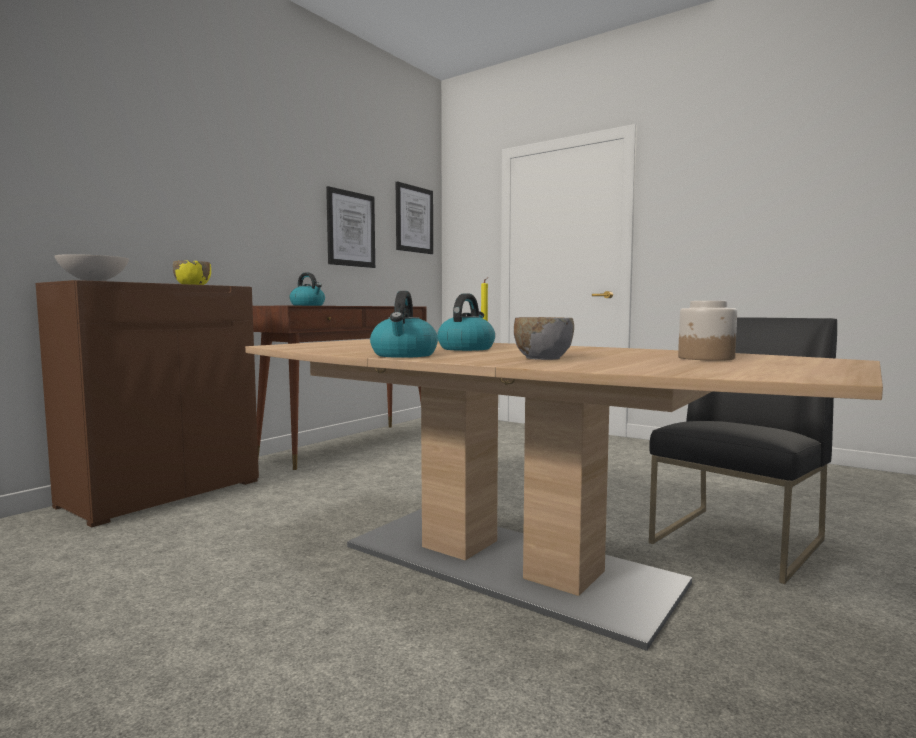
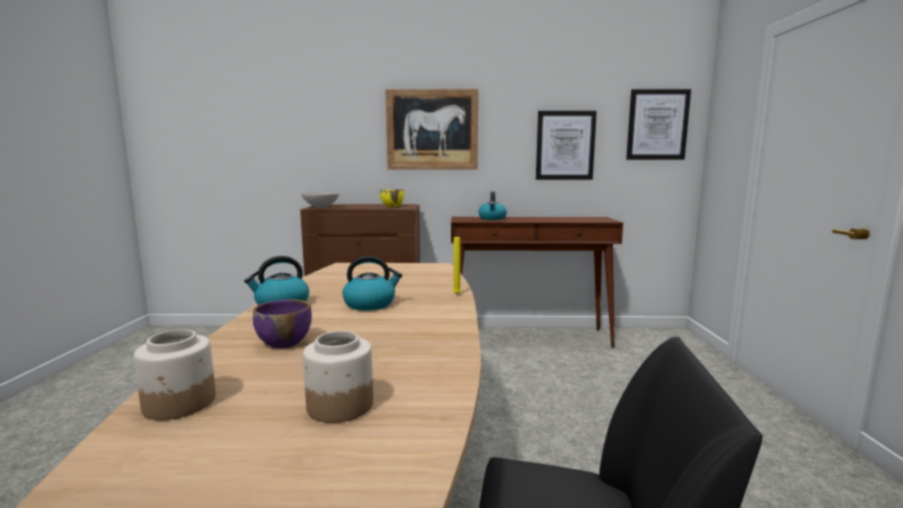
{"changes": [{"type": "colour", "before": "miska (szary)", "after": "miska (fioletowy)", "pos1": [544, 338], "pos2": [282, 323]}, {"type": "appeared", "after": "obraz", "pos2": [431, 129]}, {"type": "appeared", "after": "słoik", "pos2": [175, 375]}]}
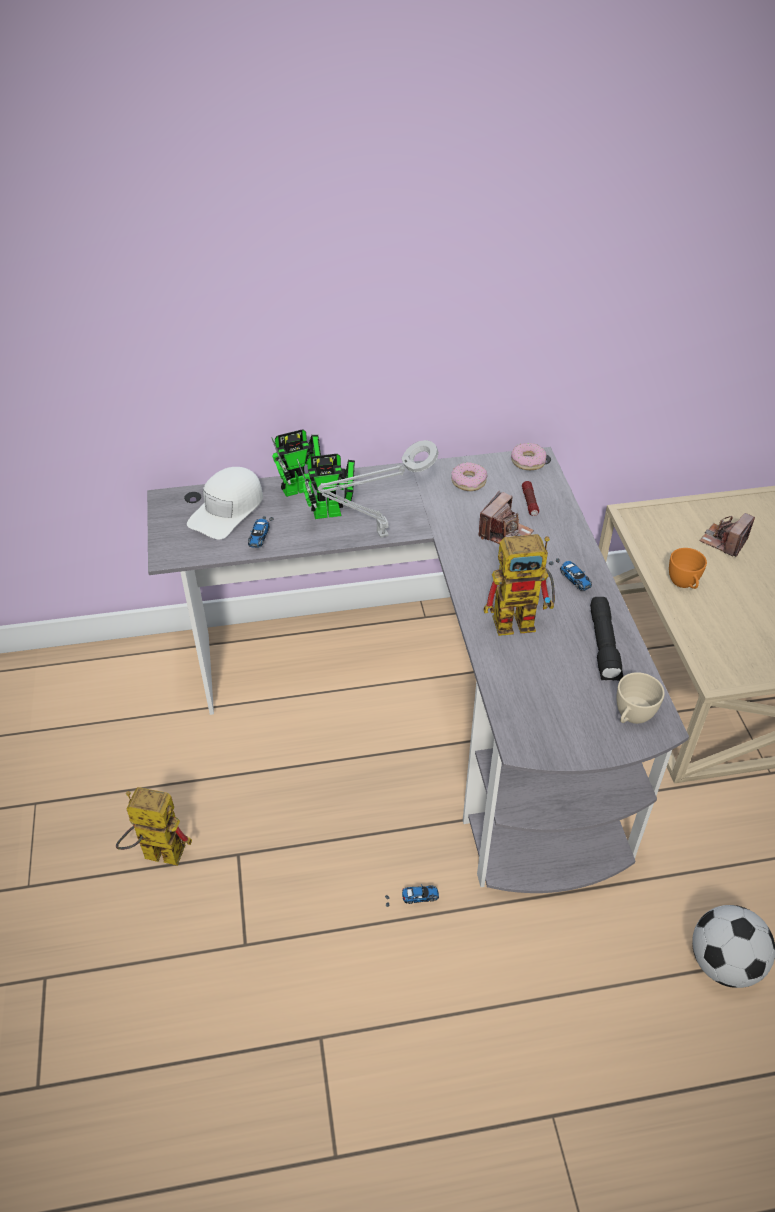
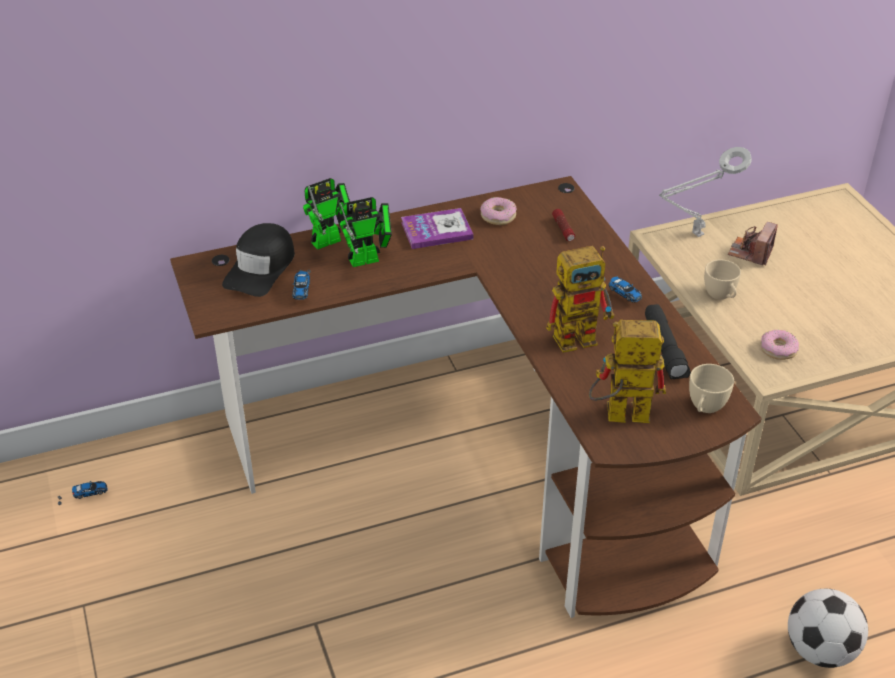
{"changes": [{"type": "relocated", "before": "lampa stołowa (szary)", "pos1": [378, 489], "pos2": [705, 192]}, {"type": "relocated", "before": "donut", "pos1": [528, 456], "pos2": [780, 345]}, {"type": "colour", "before": "biurko (szary)", "after": "biurko (brązowy)", "pos1": [418, 670], "pos2": [466, 397]}, {"type": "colour", "before": "czapka z daszkiem (biały)", "after": "czapka z daszkiem (czarny)", "pos1": [225, 503], "pos2": [258, 260]}, {"type": "missing", "before": "aparat fotograficzny", "pos1": [506, 517]}, {"type": "colour", "before": "filiżanka (pomarańczowy)", "after": "filiżanka (beżowy)", "pos1": [688, 568], "pos2": [722, 279]}, {"type": "relocated", "before": "robot zabawkowy", "pos1": [154, 826], "pos2": [627, 371]}, {"type": "relocated", "before": "samochodzik", "pos1": [412, 896], "pos2": [82, 493]}, {"type": "appeared", "after": "książka", "pos2": [437, 228]}]}
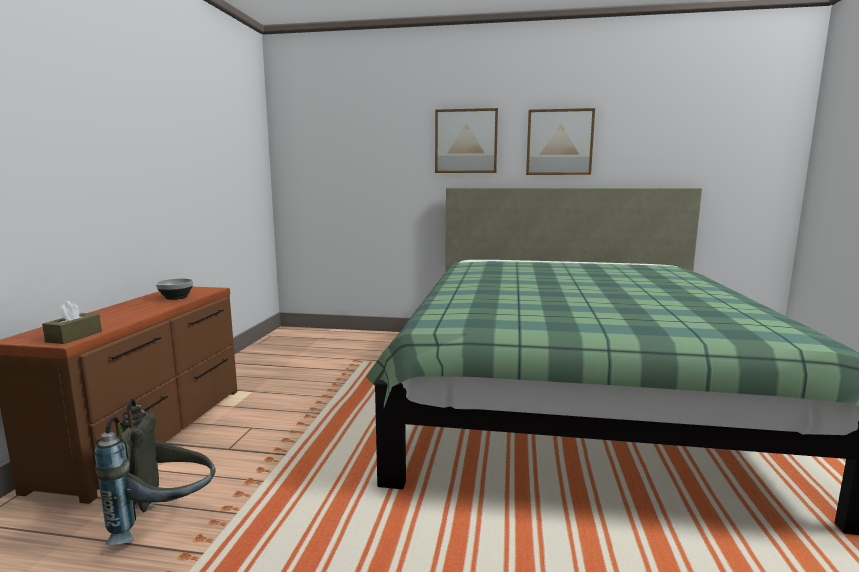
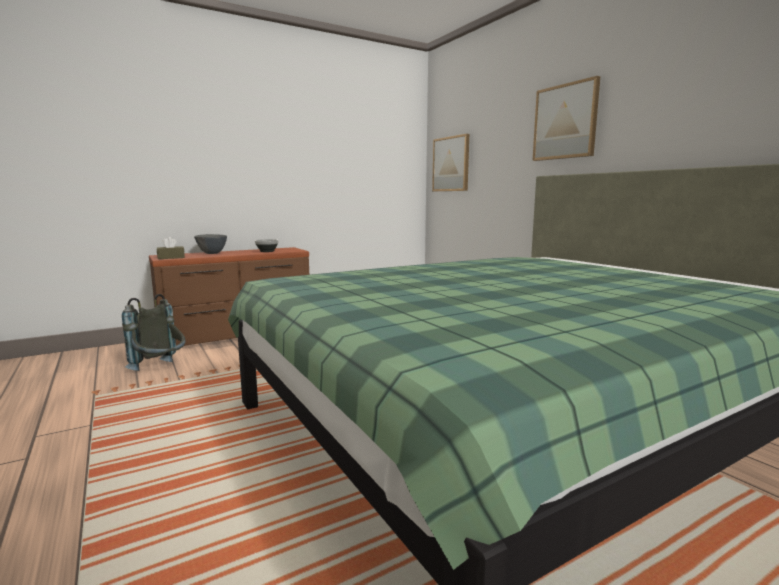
{"changes": [{"type": "relocated", "before": "obraz", "pos1": [560, 141], "pos2": [450, 162]}, {"type": "appeared", "after": "miska (szary)", "pos2": [210, 244]}]}
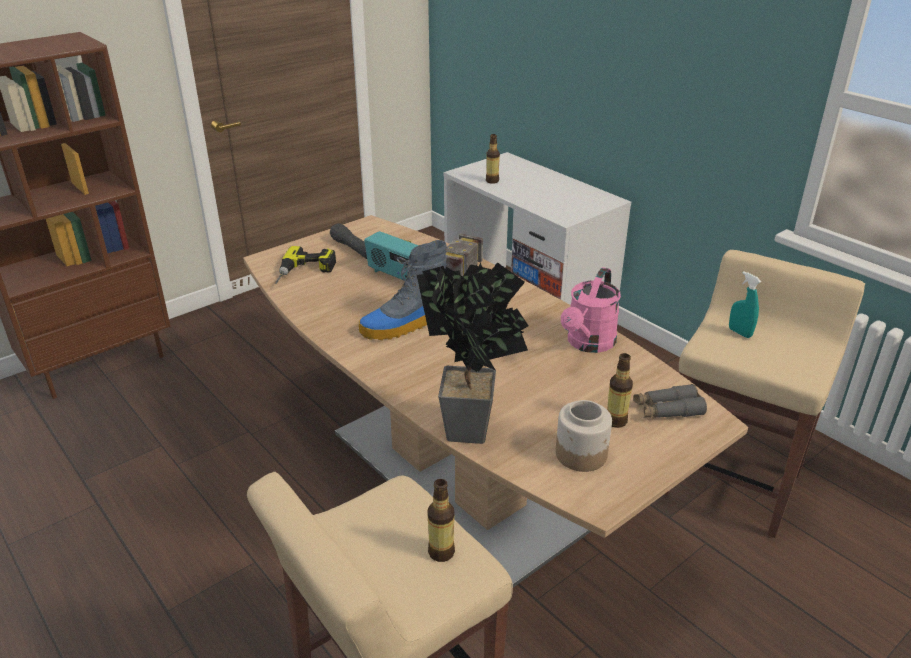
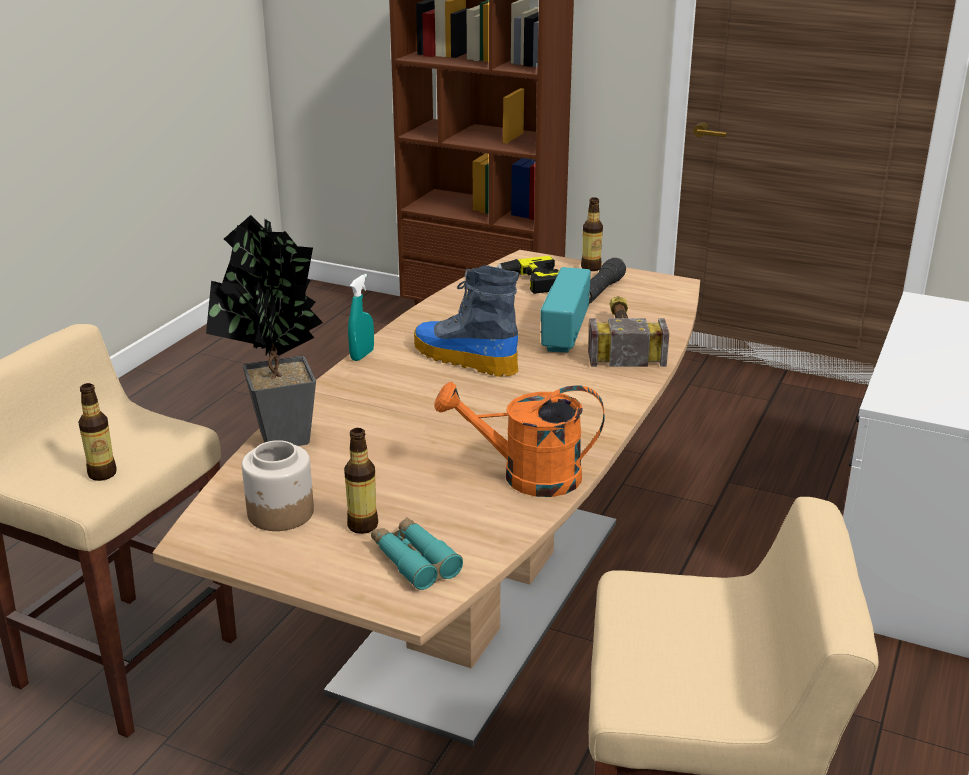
{"changes": [{"type": "relocated", "before": "butelka", "pos1": [493, 159], "pos2": [592, 234]}, {"type": "colour", "before": "konewka (różowy)", "after": "konewka (pomarańczowy)", "pos1": [591, 310], "pos2": [519, 439]}, {"type": "relocated", "before": "spryskiwacz (turkusowy)", "pos1": [745, 305], "pos2": [361, 317]}, {"type": "colour", "before": "lornetka (szary)", "after": "lornetka (turkusowy)", "pos1": [670, 401], "pos2": [417, 553]}]}
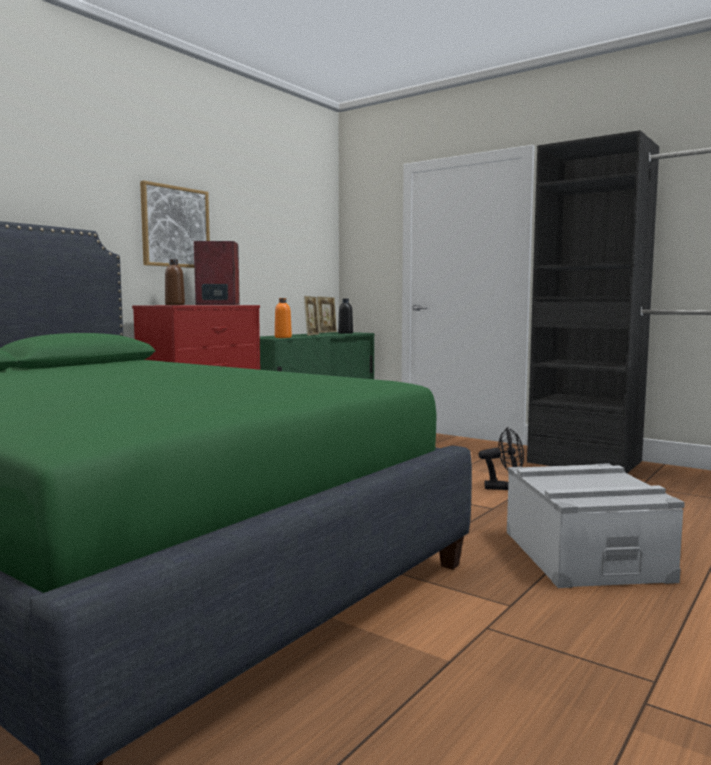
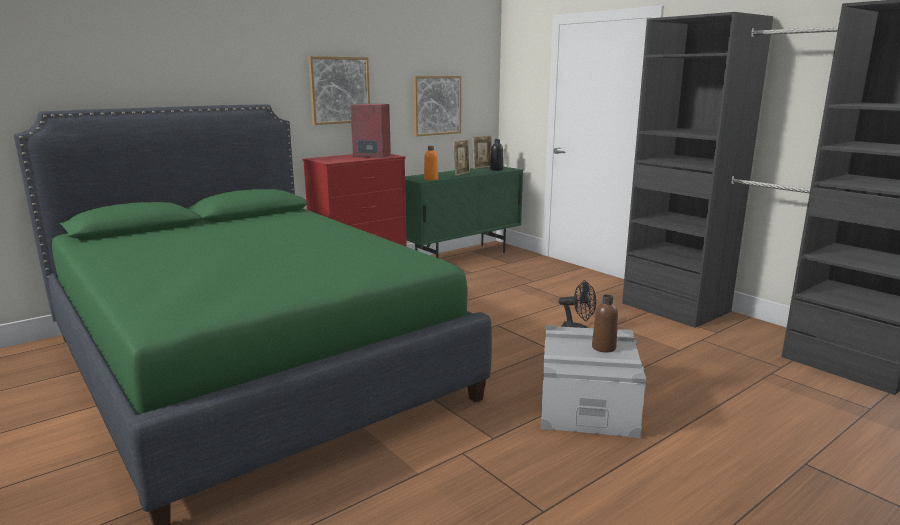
{"changes": [{"type": "relocated", "before": "butelka (brązowy)", "pos1": [175, 282], "pos2": [605, 323]}, {"type": "appeared", "after": "obraz", "pos2": [437, 106]}]}
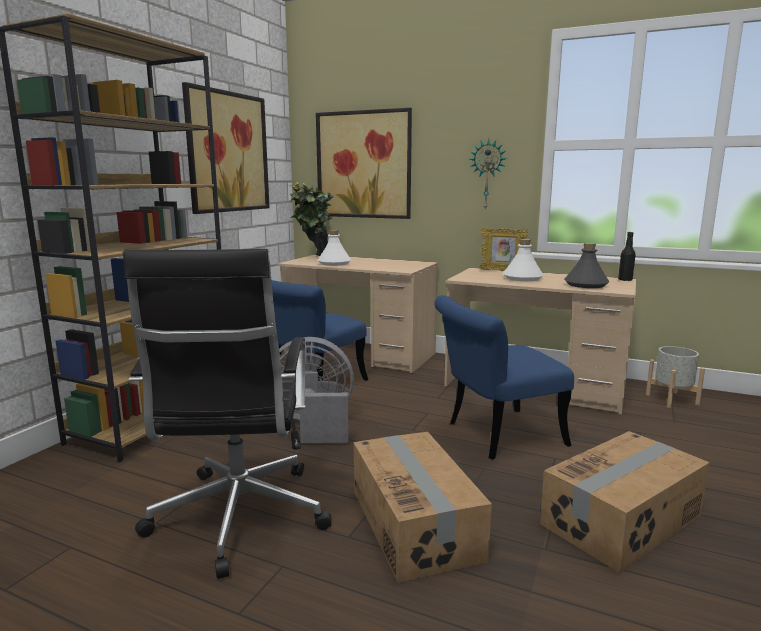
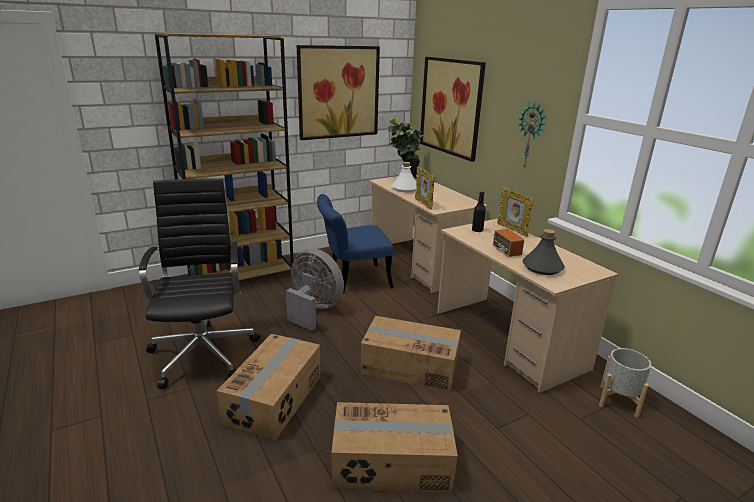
{"changes": [{"type": "relocated", "before": "butelka (czarny)", "pos1": [627, 256], "pos2": [479, 211]}, {"type": "exchanged", "before": "butelka (biały)", "after": "radio", "pos1": [523, 260], "pos2": [507, 243]}, {"type": "spun", "before": "krzesło biurowe (czarny)", "pos1": [227, 414], "pos2": [199, 283], "turn": 135}, {"type": "exchanged", "before": "krzesło (niebieski)", "after": "karton", "pos1": [504, 377], "pos2": [411, 354]}, {"type": "appeared", "after": "ramka na zdjęcie", "pos2": [425, 188]}]}
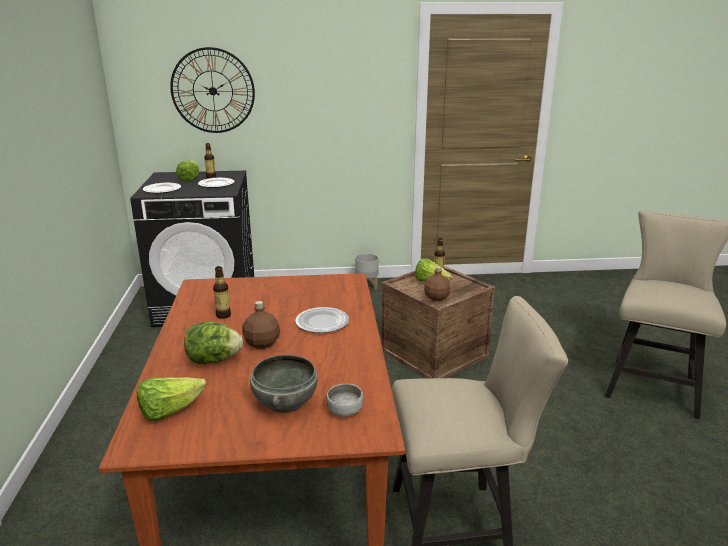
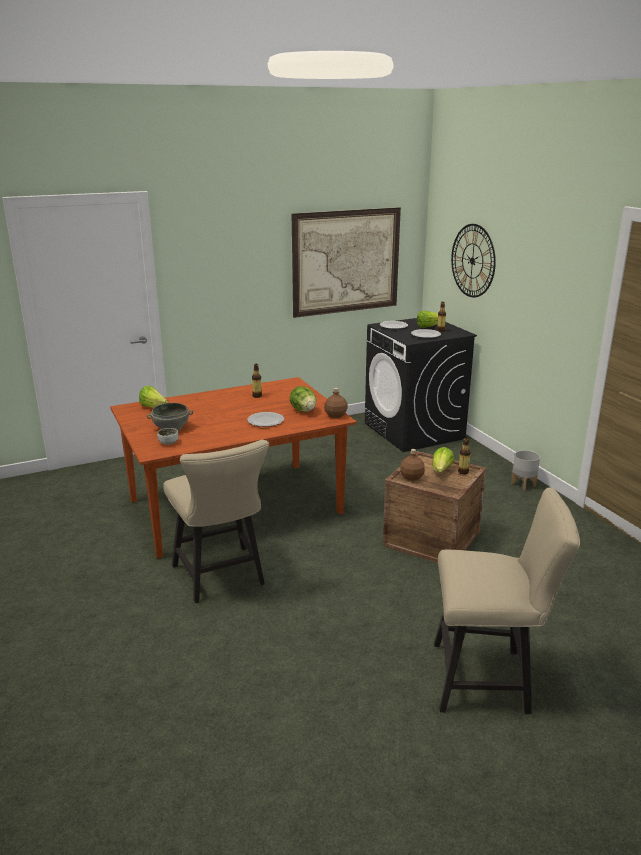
{"changes": [{"type": "relocated", "before": "butelka (brązowy)", "pos1": [261, 325], "pos2": [336, 403]}, {"type": "relocated", "before": "sałata", "pos1": [213, 343], "pos2": [303, 399]}, {"type": "appeared", "after": "obraz", "pos2": [346, 262]}]}
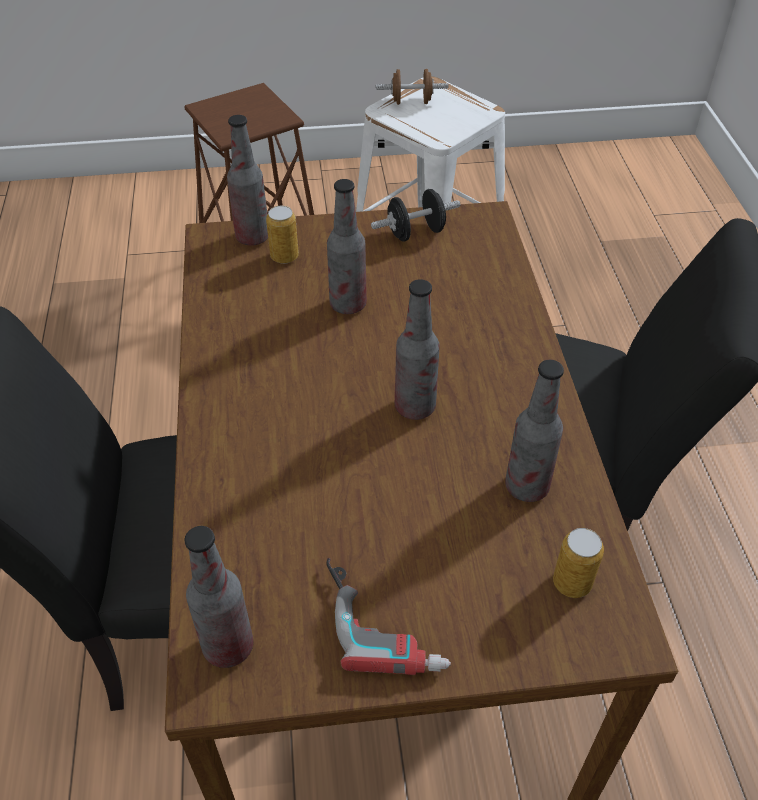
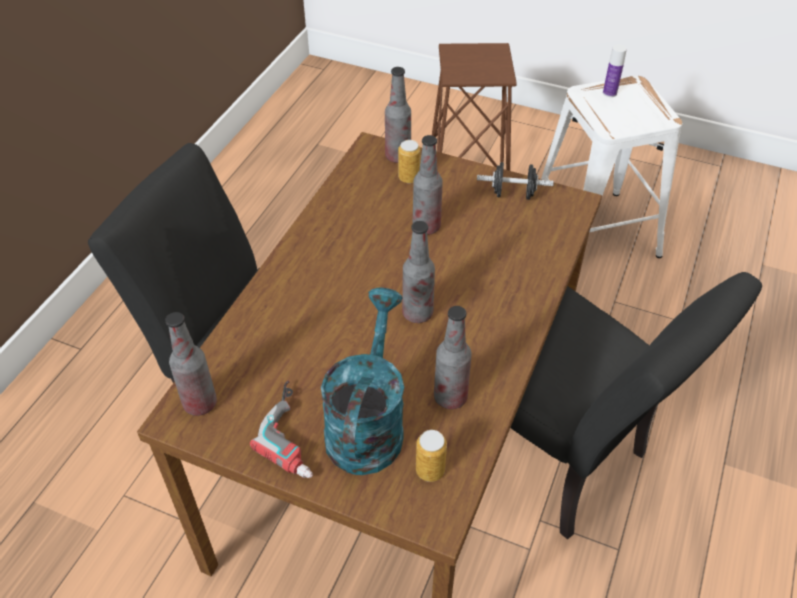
{"changes": [{"type": "exchanged", "before": "hantel (brązowy)", "after": "butelka", "pos1": [412, 87], "pos2": [615, 70]}, {"type": "appeared", "after": "konewka (turkusowy)", "pos2": [362, 381]}]}
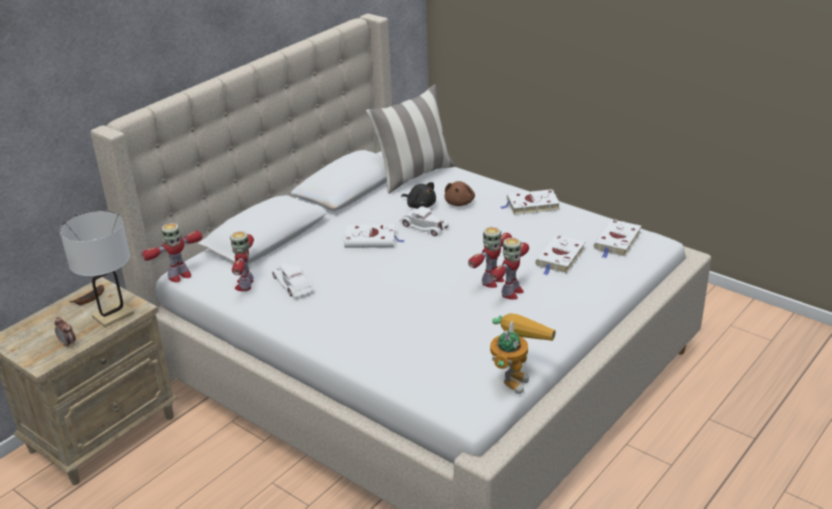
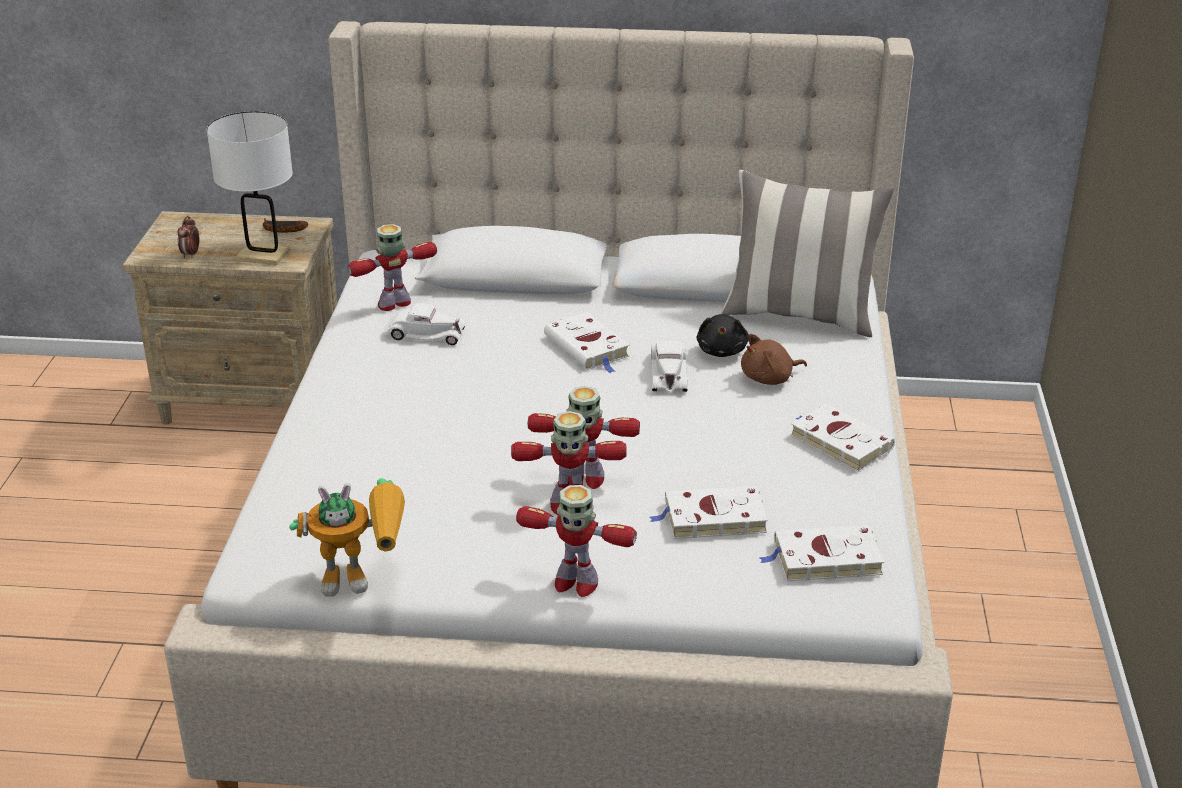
{"changes": [{"type": "relocated", "before": "robot zabawkowy", "pos1": [172, 253], "pos2": [576, 541]}, {"type": "spun", "before": "samochodzik (biały)", "pos1": [293, 280], "pos2": [425, 324], "turn": 75}]}
